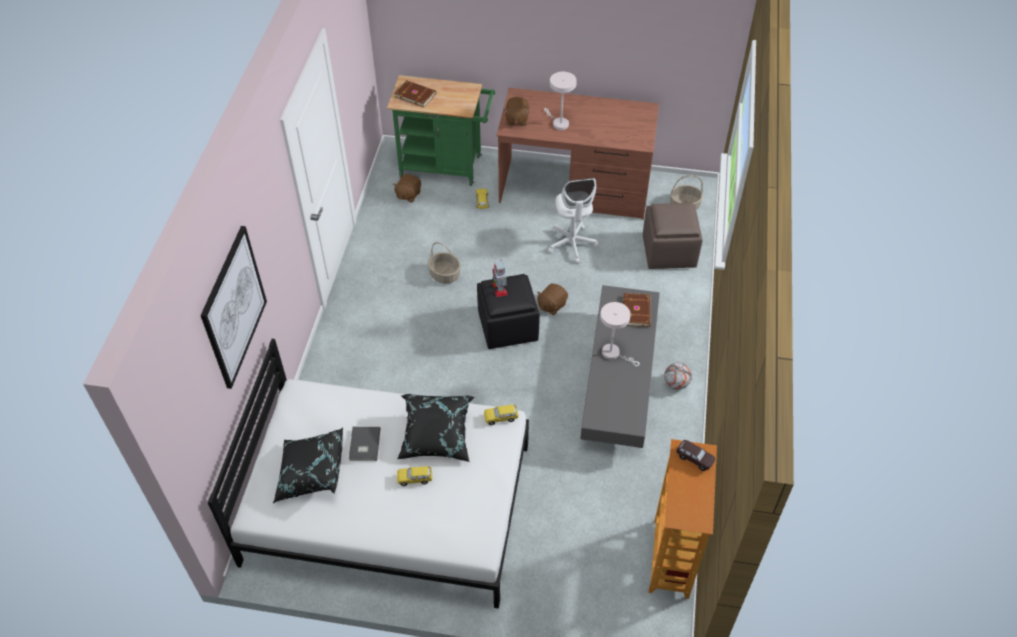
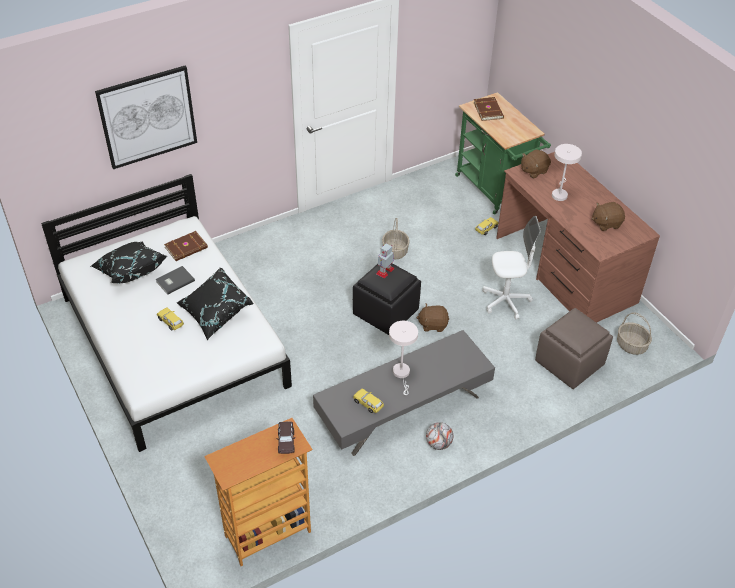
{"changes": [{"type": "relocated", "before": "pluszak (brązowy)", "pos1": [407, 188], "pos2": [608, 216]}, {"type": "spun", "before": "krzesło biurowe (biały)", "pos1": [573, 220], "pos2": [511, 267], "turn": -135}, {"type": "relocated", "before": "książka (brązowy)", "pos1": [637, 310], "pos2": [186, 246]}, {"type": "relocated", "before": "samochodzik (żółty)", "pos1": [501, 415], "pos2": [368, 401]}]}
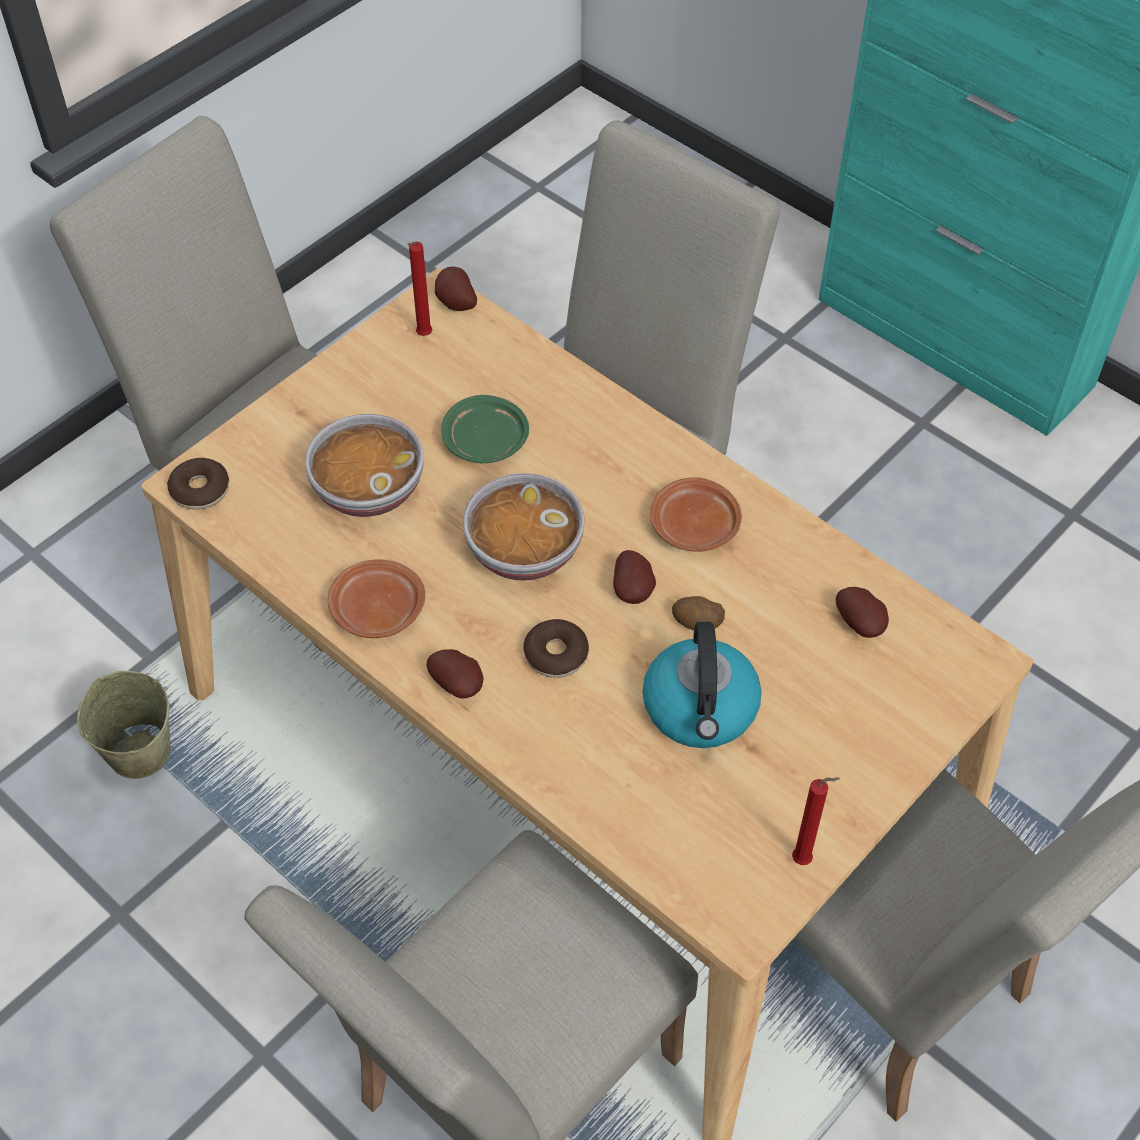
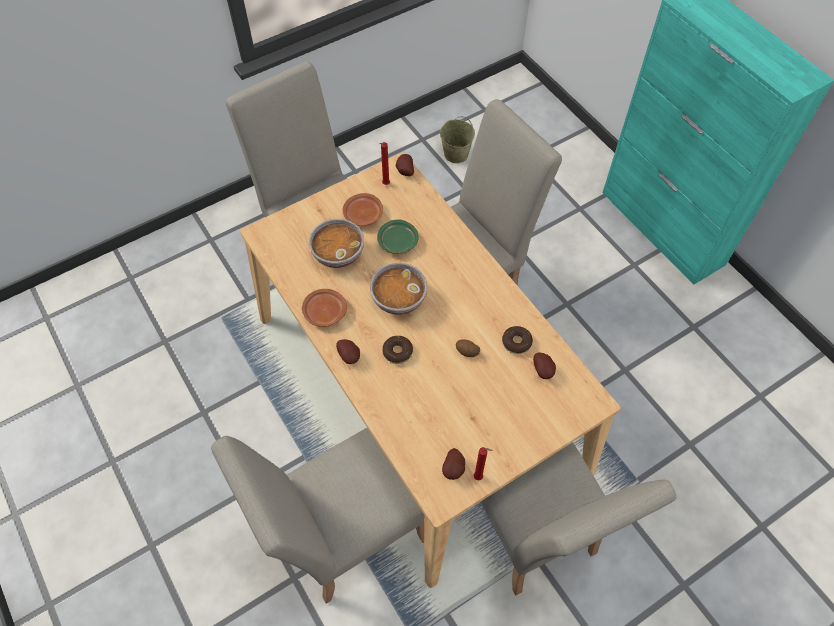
{"changes": [{"type": "relocated", "before": "donut", "pos1": [198, 483], "pos2": [517, 340]}, {"type": "relocated", "before": "talerz (brązowy)", "pos1": [696, 514], "pos2": [363, 209]}, {"type": "relocated", "before": "ziemniak", "pos1": [634, 577], "pos2": [453, 464]}, {"type": "missing", "before": "czajnik", "pos1": [702, 685]}, {"type": "relocated", "before": "wiadro (beżowy)", "pos1": [124, 725], "pos2": [457, 140]}]}
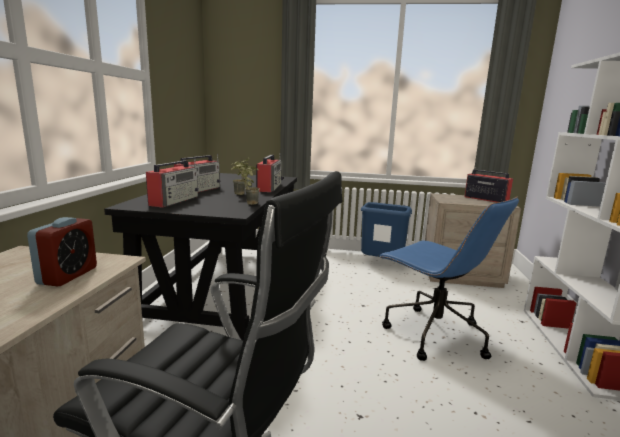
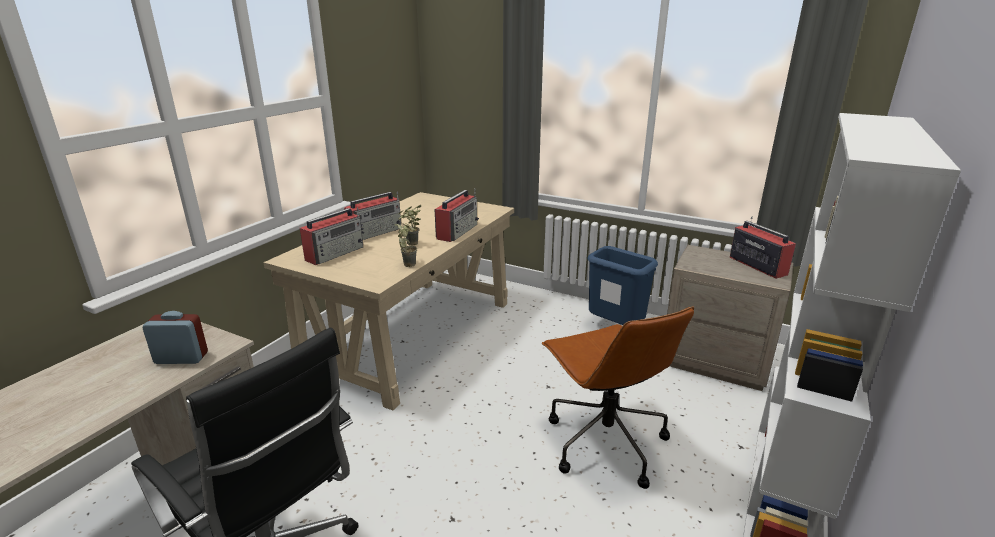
{"changes": [{"type": "colour", "before": "biurko (czarny)", "after": "biurko (beżowy)", "pos1": [200, 257], "pos2": [388, 301]}, {"type": "colour", "before": "krzesło biurowe (niebieski)", "after": "krzesło biurowe (brązowy)", "pos1": [449, 279], "pos2": [618, 397]}, {"type": "spun", "before": "budzik", "pos1": [62, 251], "pos2": [175, 337], "turn": -120}]}
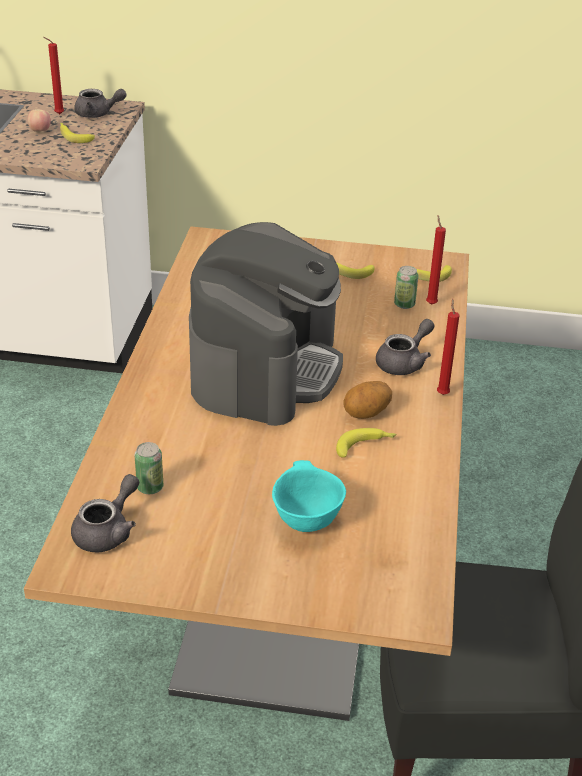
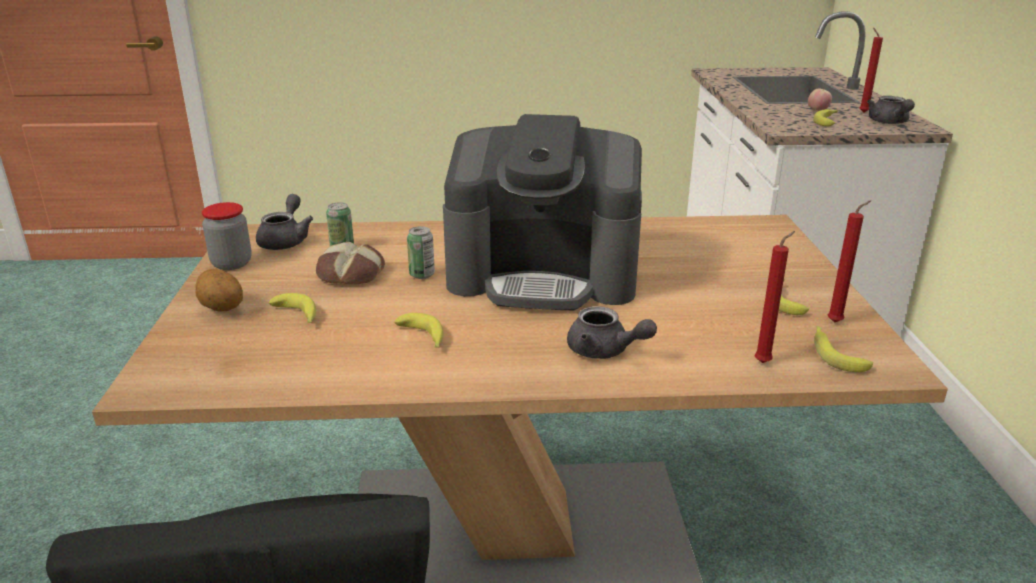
{"changes": [{"type": "relocated", "before": "puszka", "pos1": [406, 287], "pos2": [421, 252]}, {"type": "relocated", "before": "świeca (czerwony)", "pos1": [448, 347], "pos2": [849, 261]}, {"type": "relocated", "before": "ziemniak", "pos1": [367, 400], "pos2": [219, 290]}, {"type": "exchanged", "before": "miska (turkusowy)", "after": "banan", "pos1": [309, 496], "pos2": [292, 308]}, {"type": "spun", "before": "imbryk (szary)", "pos1": [105, 513], "pos2": [284, 222], "turn": -105}, {"type": "appeared", "after": "słoik", "pos2": [227, 236]}, {"type": "appeared", "after": "chleb", "pos2": [350, 263]}]}
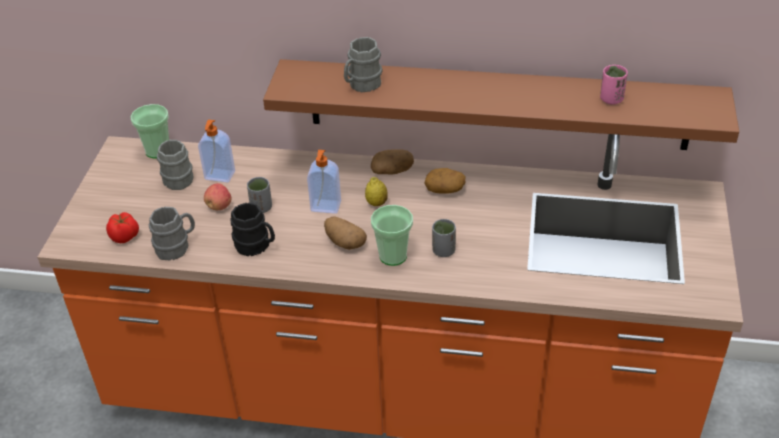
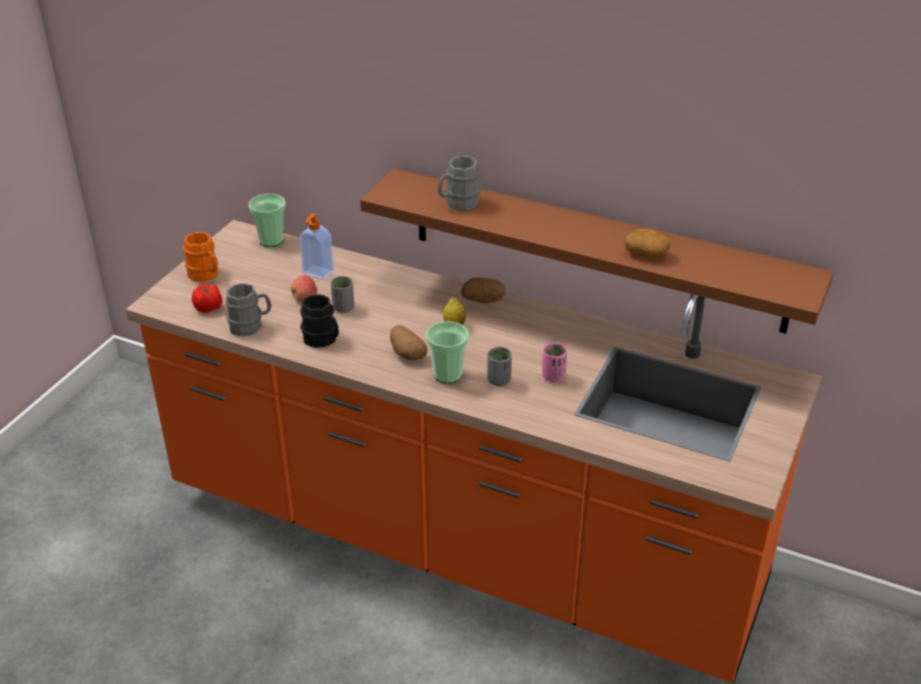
{"changes": [{"type": "relocated", "before": "filiżanka (różowy)", "pos1": [614, 85], "pos2": [554, 362]}, {"type": "missing", "before": "kubek (szary)", "pos1": [175, 165]}, {"type": "missing", "before": "dozownik mydła", "pos1": [324, 182]}, {"type": "relocated", "before": "ziemniak", "pos1": [445, 181], "pos2": [647, 243]}, {"type": "appeared", "after": "kubek (pomarańczowy)", "pos2": [200, 257]}]}
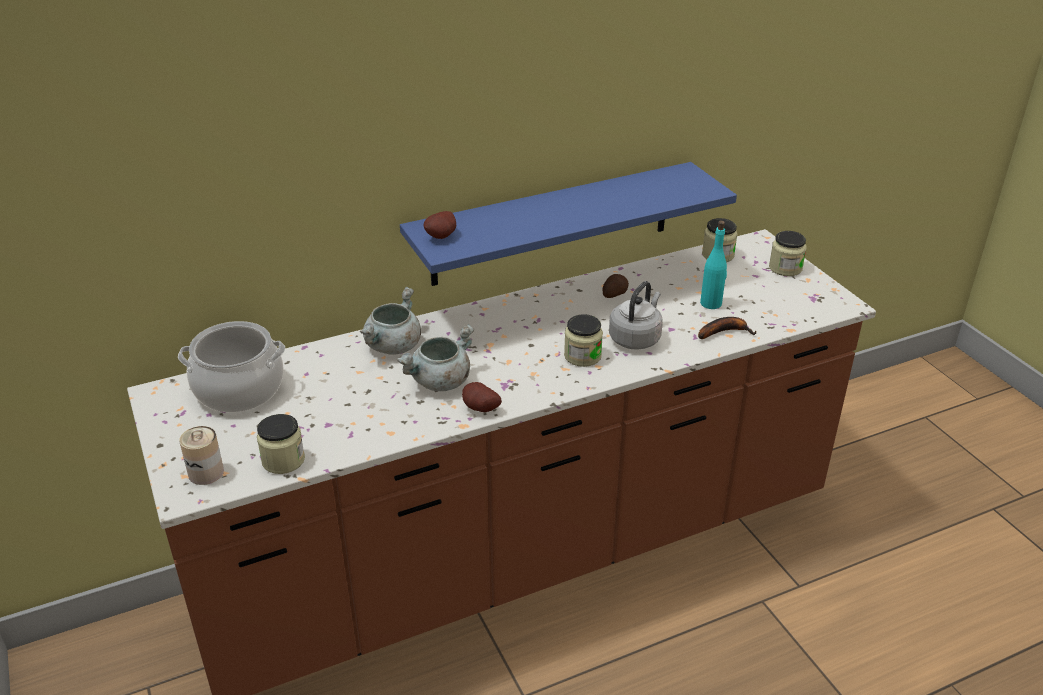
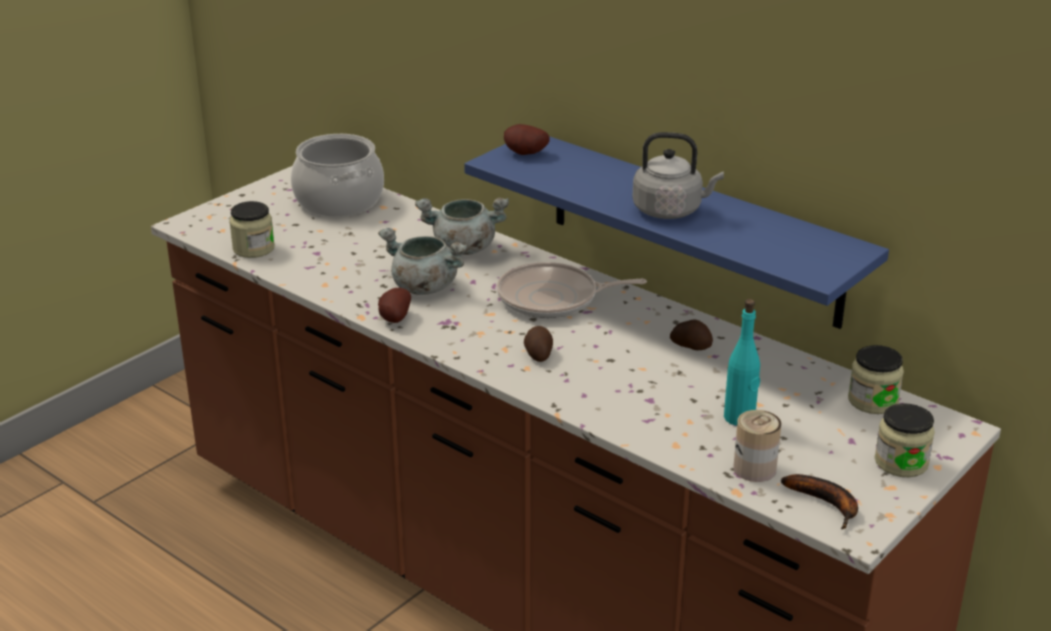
{"changes": [{"type": "relocated", "before": "czajnik (szary)", "pos1": [636, 315], "pos2": [678, 175]}, {"type": "exchanged", "before": "słoik", "after": "ziemniak", "pos1": [583, 340], "pos2": [538, 344]}, {"type": "relocated", "before": "banan", "pos1": [727, 328], "pos2": [819, 501]}, {"type": "relocated", "before": "puszka", "pos1": [201, 455], "pos2": [757, 446]}, {"type": "appeared", "after": "patelnia", "pos2": [572, 290]}]}
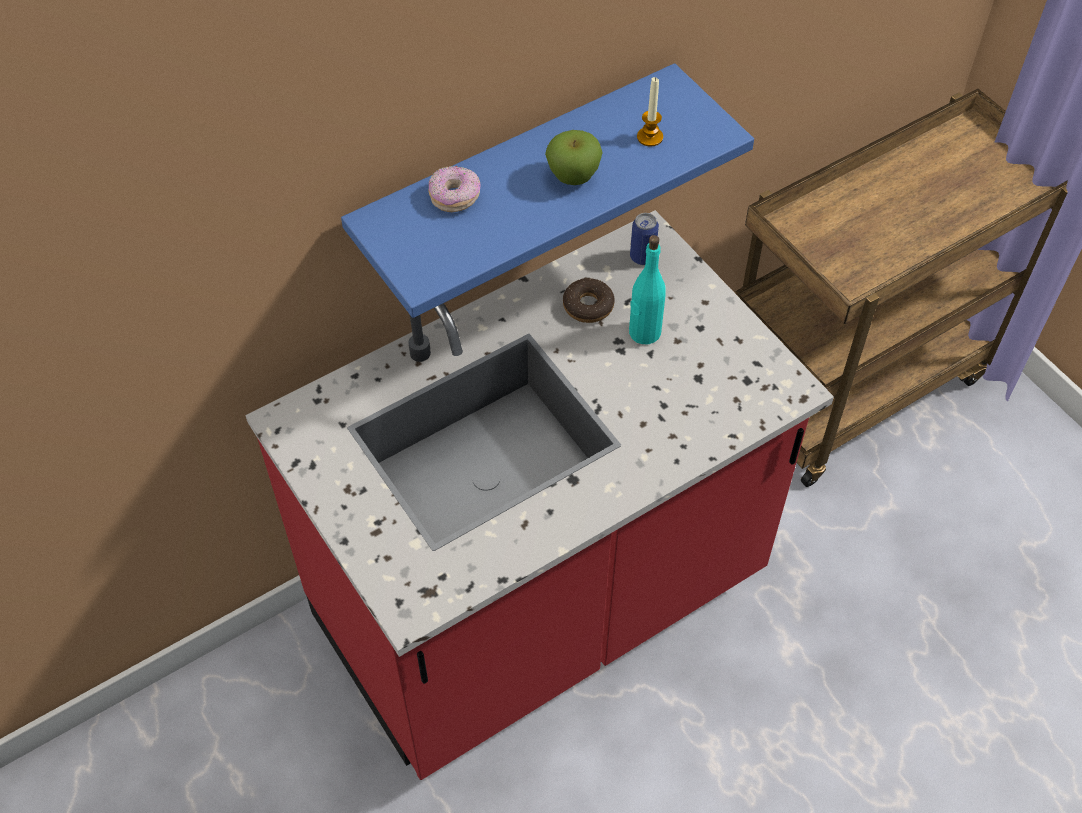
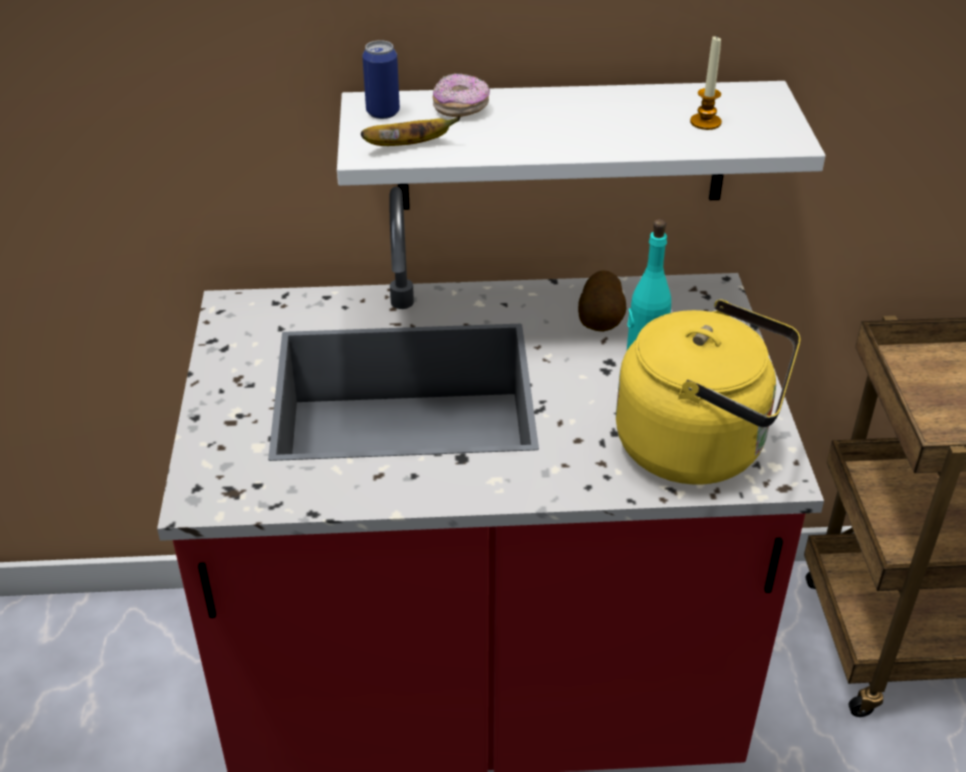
{"changes": [{"type": "colour", "before": "półka (niebieski)", "after": "półka (biały)", "pos1": [547, 190], "pos2": [581, 145]}, {"type": "missing", "before": "jabłko", "pos1": [574, 157]}, {"type": "relocated", "before": "puszka", "pos1": [644, 239], "pos2": [381, 79]}, {"type": "exchanged", "before": "donut", "after": "ziemniak", "pos1": [589, 300], "pos2": [602, 301]}, {"type": "appeared", "after": "banan", "pos2": [411, 131]}, {"type": "appeared", "after": "czajnik (żółty)", "pos2": [708, 392]}]}
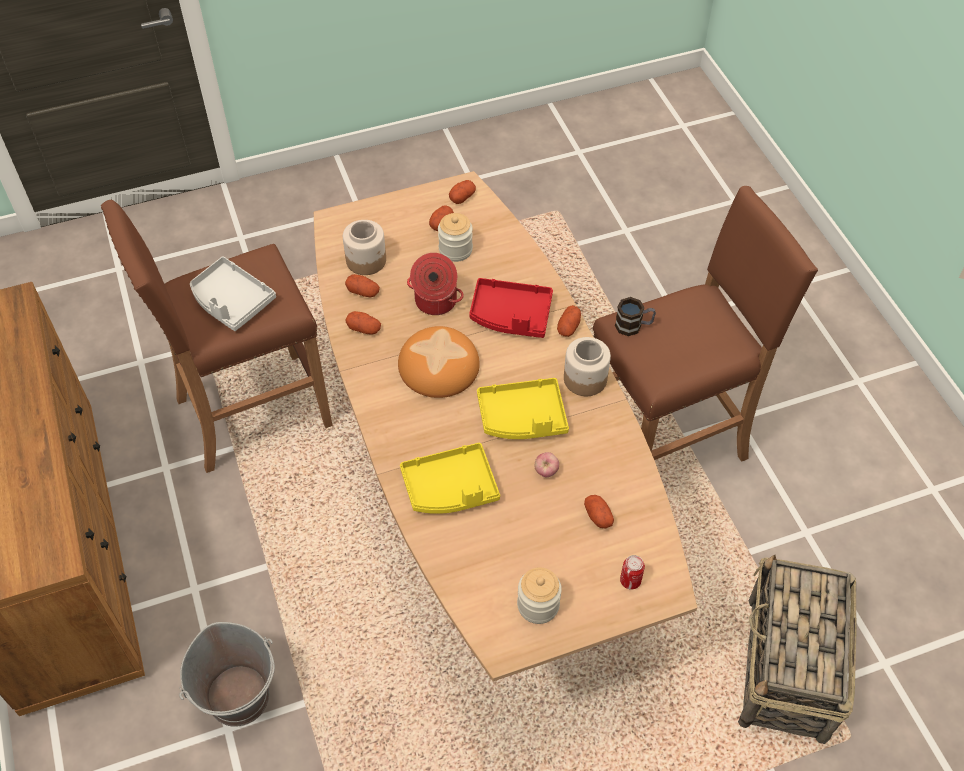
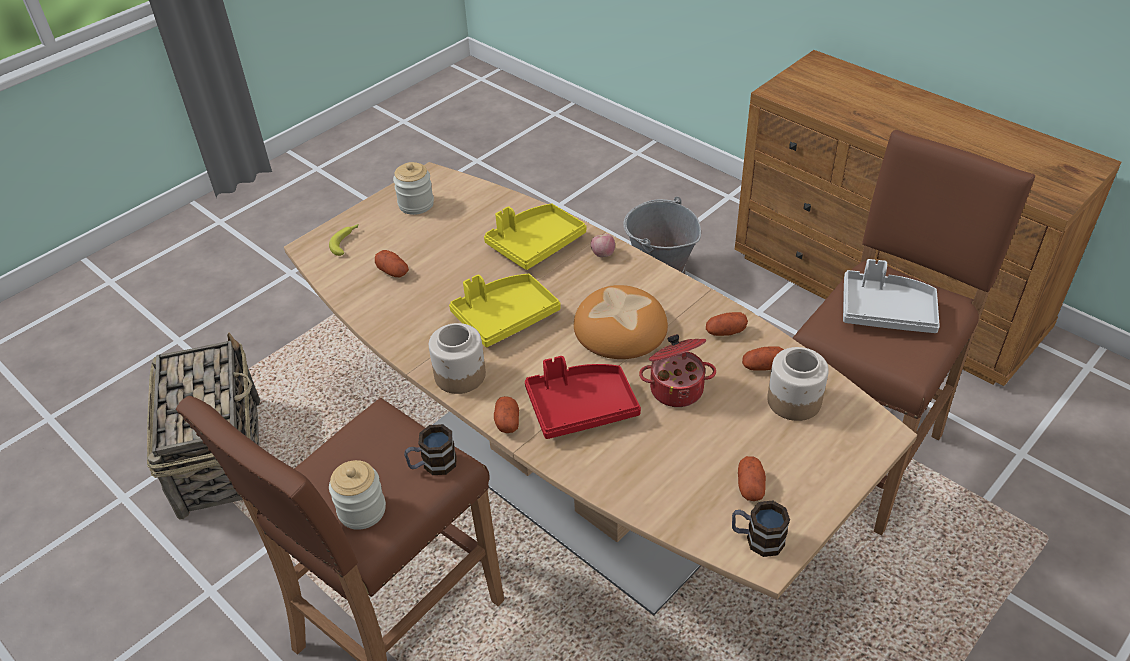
{"changes": [{"type": "exchanged", "before": "ziemniak", "after": "kubek", "pos1": [462, 192], "pos2": [761, 528]}, {"type": "relocated", "before": "słoik", "pos1": [455, 237], "pos2": [357, 495]}, {"type": "relocated", "before": "jabłko", "pos1": [547, 464], "pos2": [603, 245]}, {"type": "exchanged", "before": "puszka", "after": "banan", "pos1": [632, 572], "pos2": [343, 240]}]}
